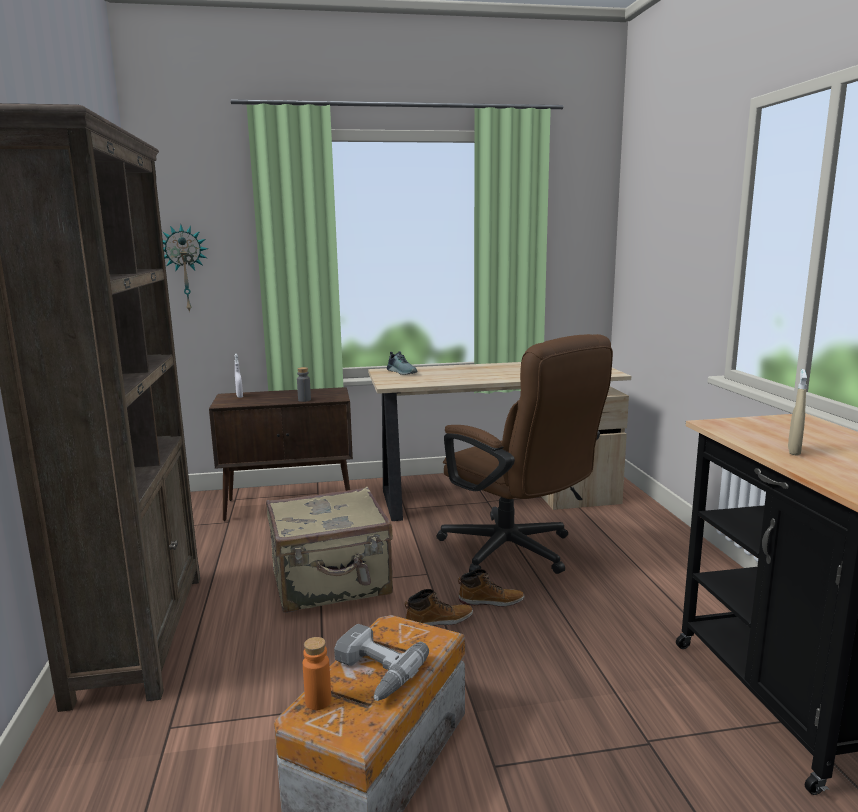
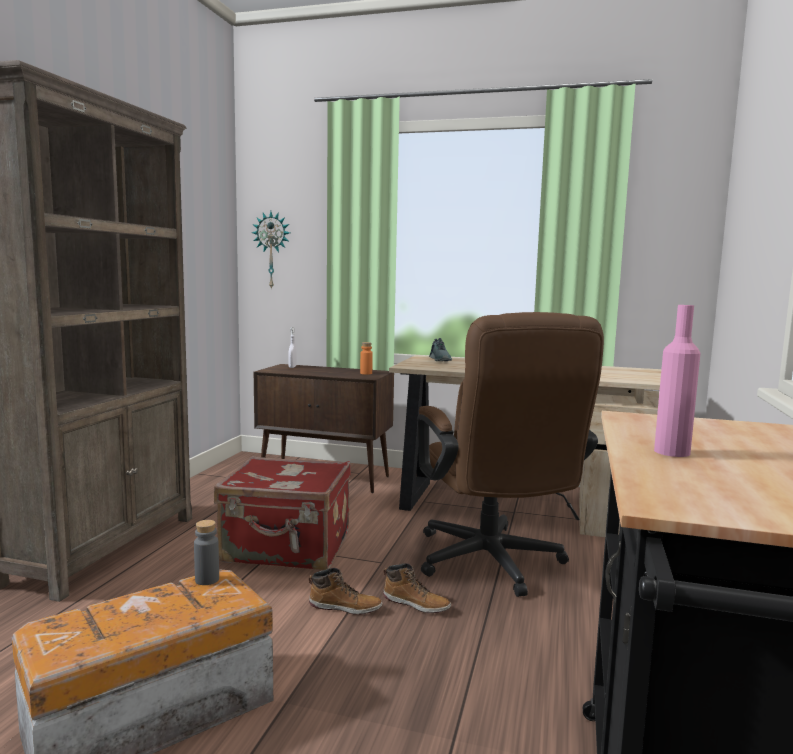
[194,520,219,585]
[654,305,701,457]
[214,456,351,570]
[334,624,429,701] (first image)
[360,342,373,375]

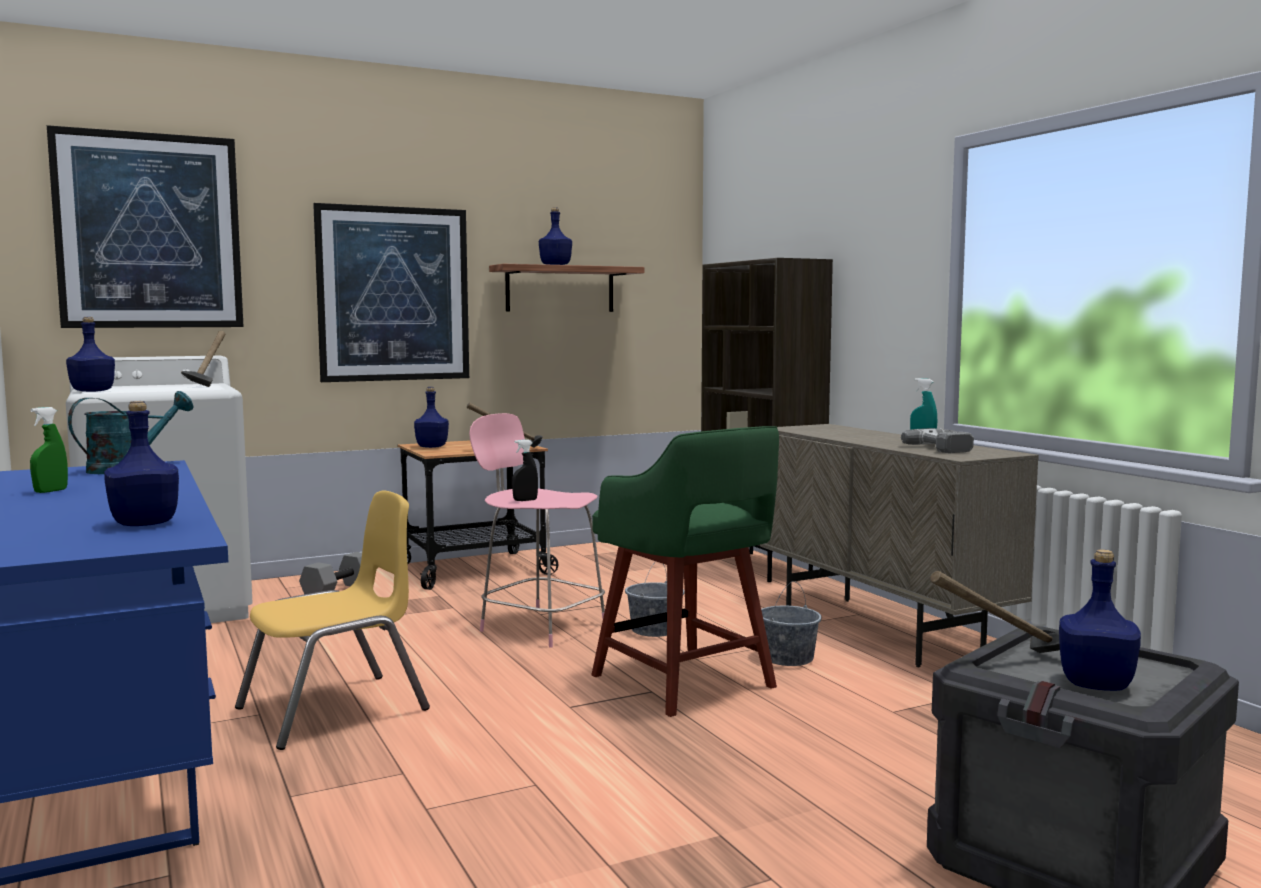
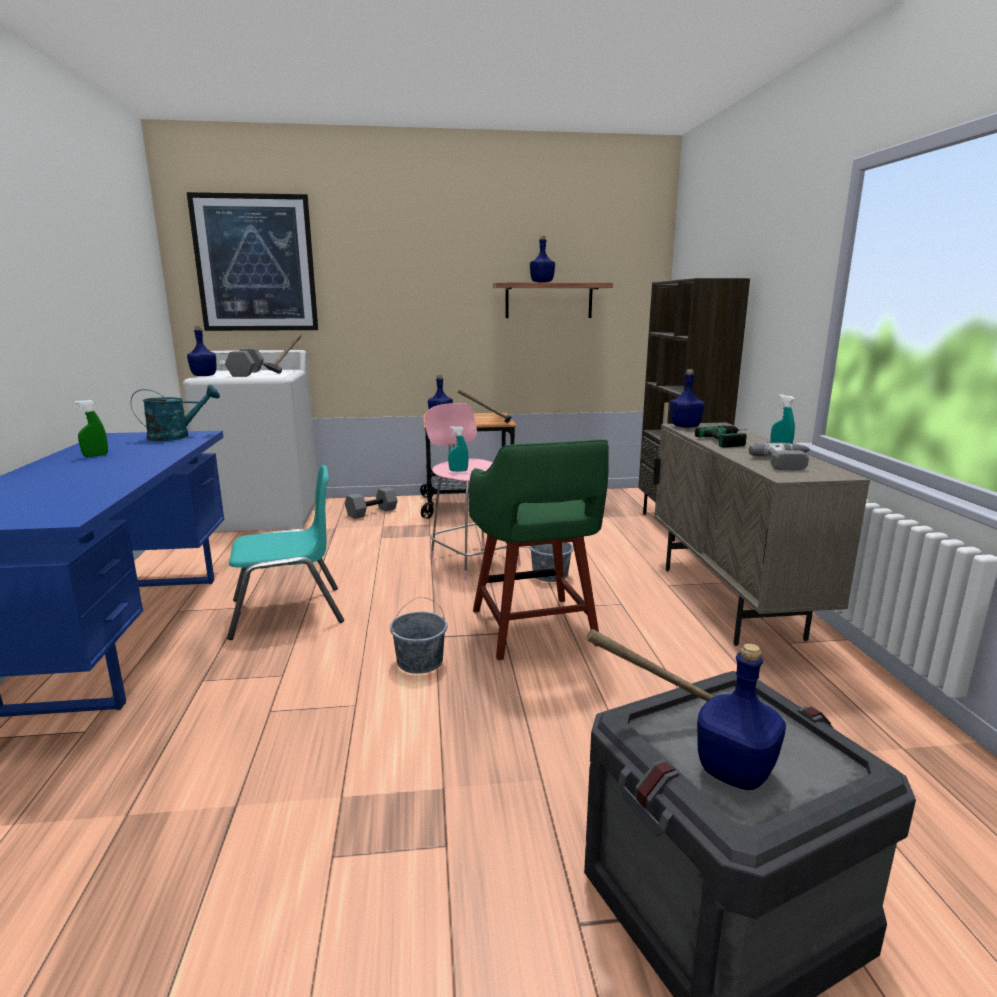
[313,203,469,382] (first image)
[670,369,705,428]
[448,426,469,472]
[227,465,344,640]
[390,597,447,674]
[225,348,264,377]
[695,426,748,448]

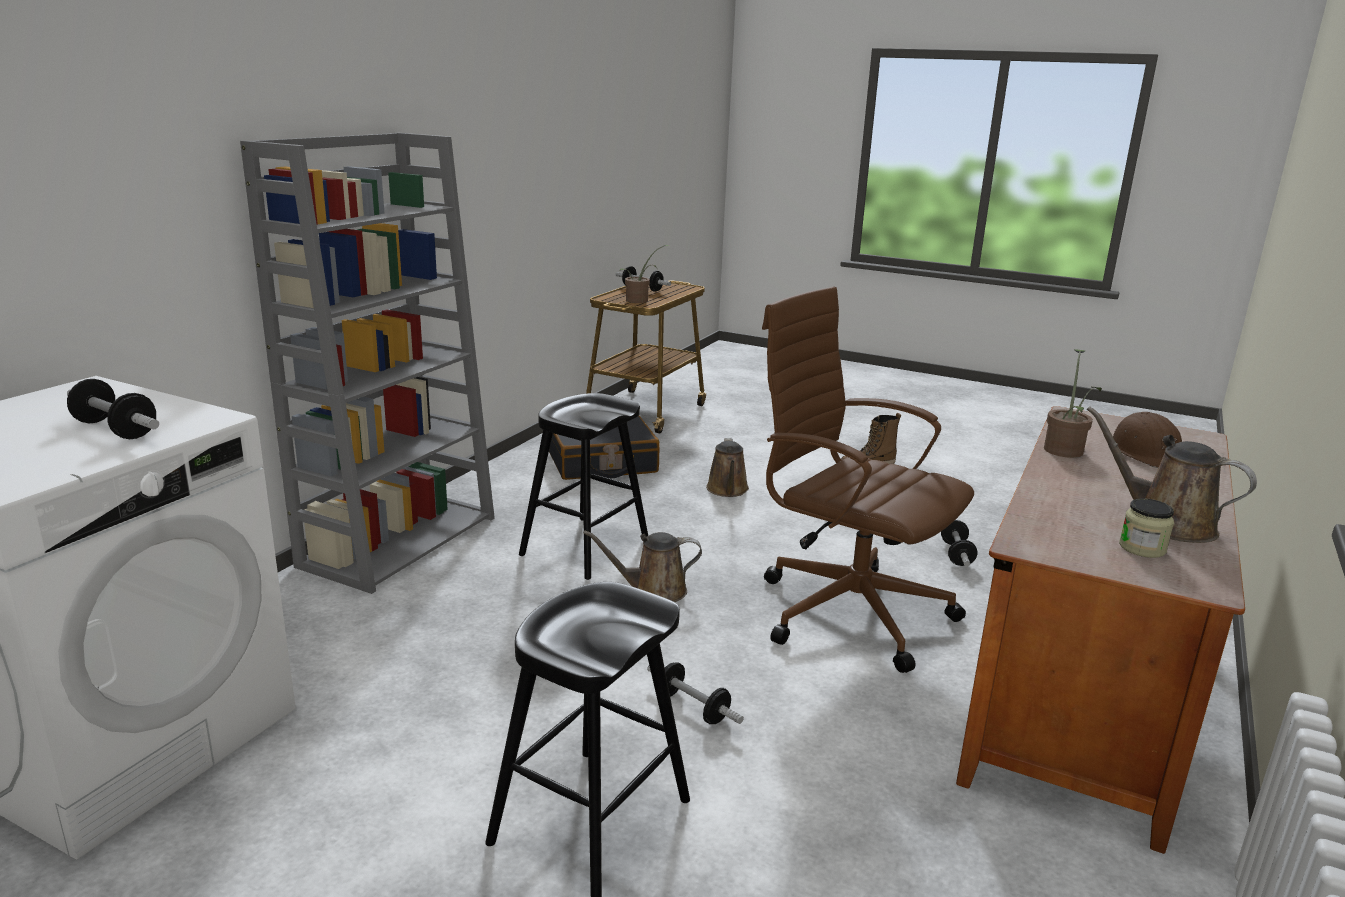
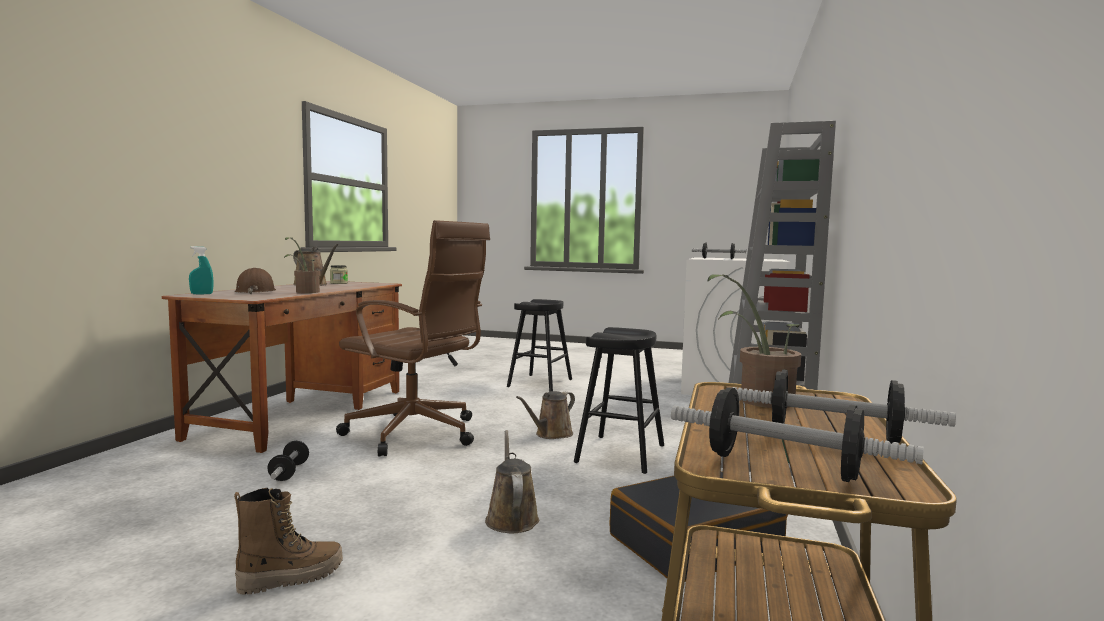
[516,391,575,439]
[671,387,924,482]
[189,246,213,294]

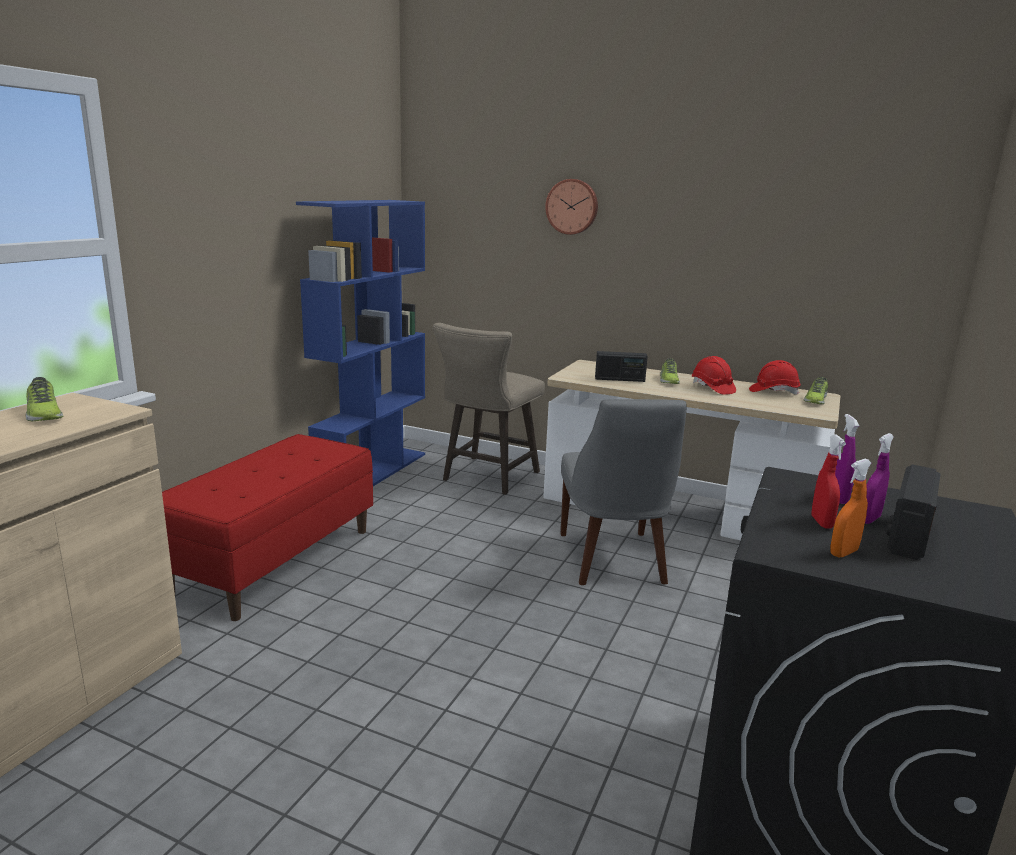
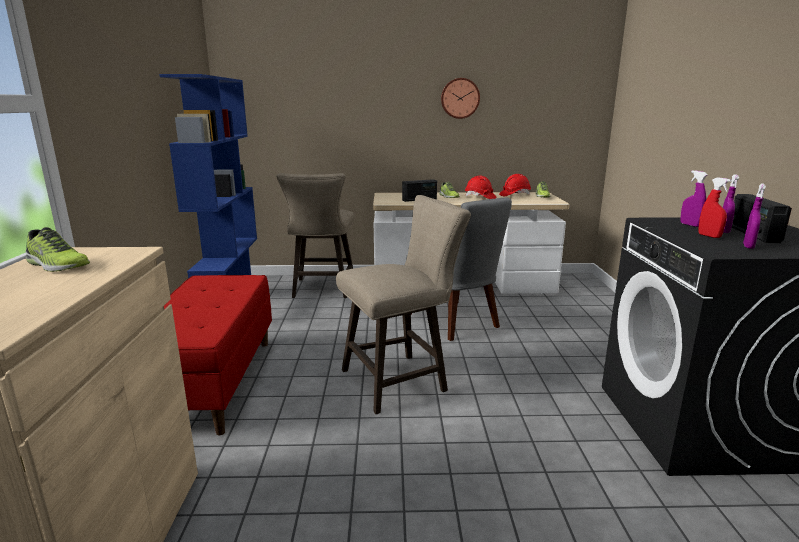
[441,78,480,119]
[743,183,766,249]
[336,195,471,414]

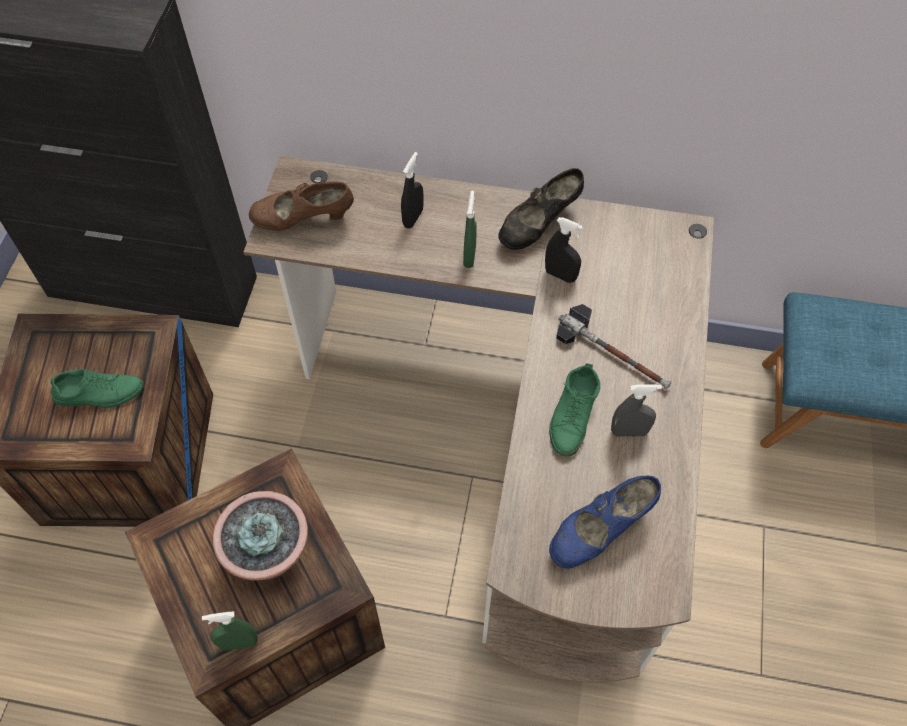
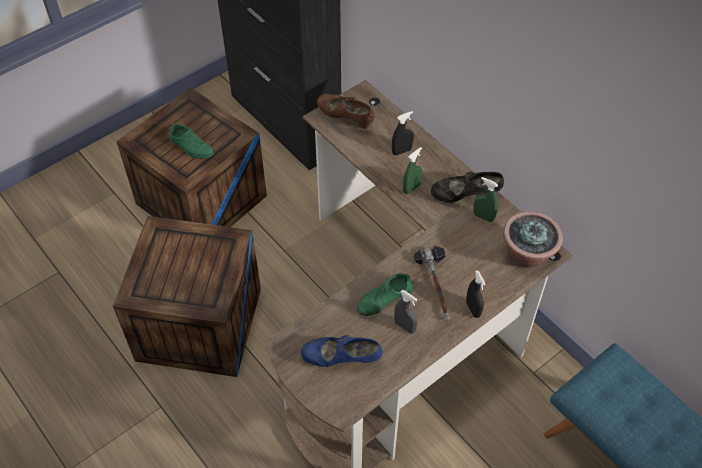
[466,270,486,318]
[503,211,563,268]
[473,177,498,222]

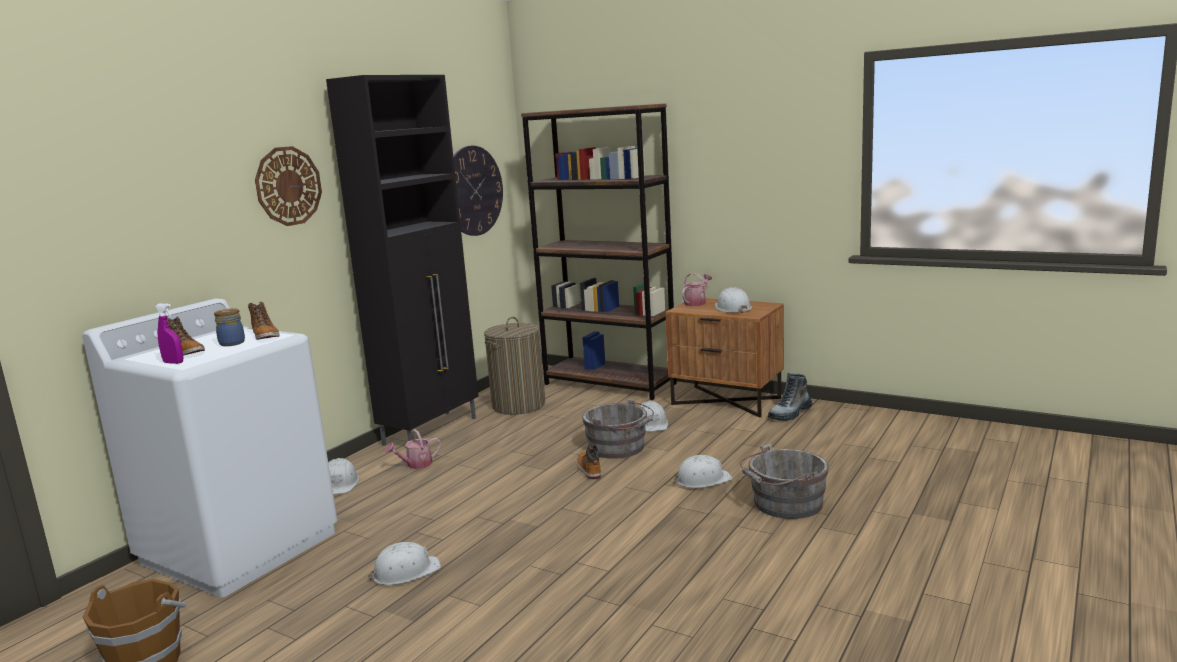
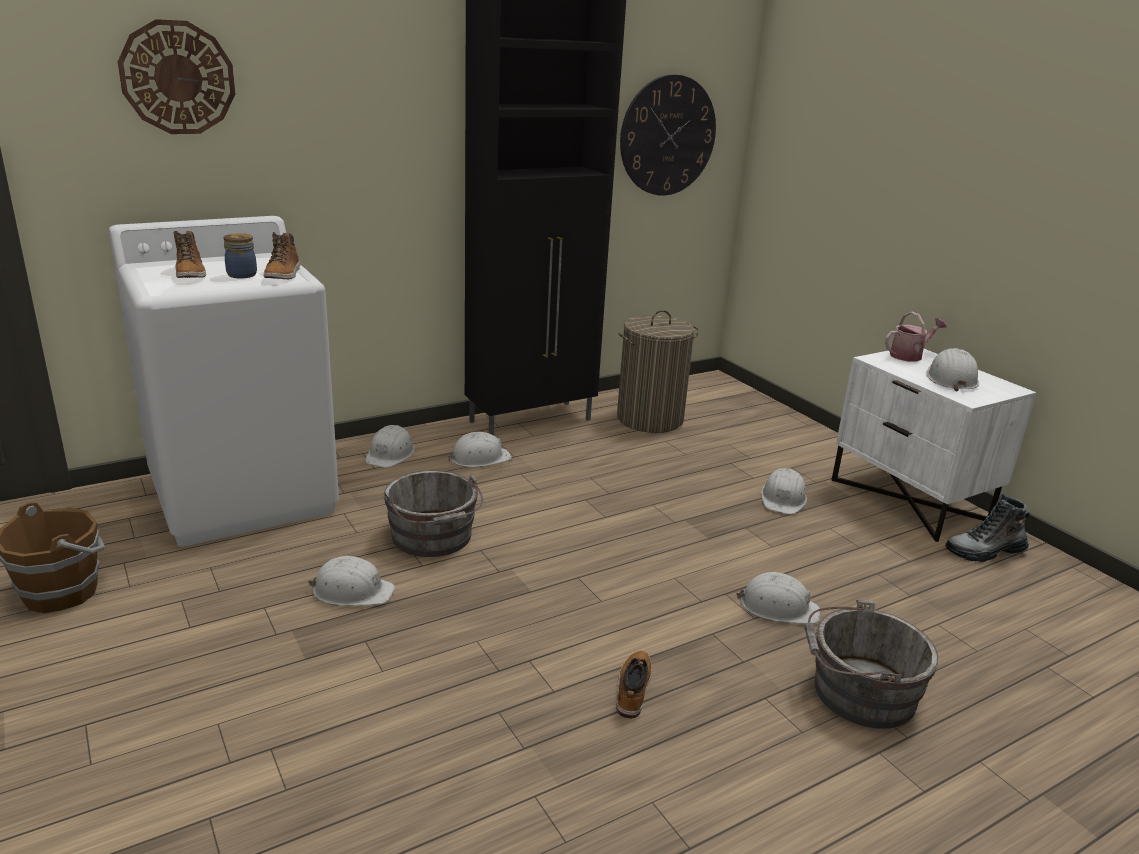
[521,103,677,400] (first image)
[118,19,235,134]
[831,349,1036,542]
[155,303,183,364] (first image)
[384,471,483,557]
[448,432,512,467]
[616,651,651,719]

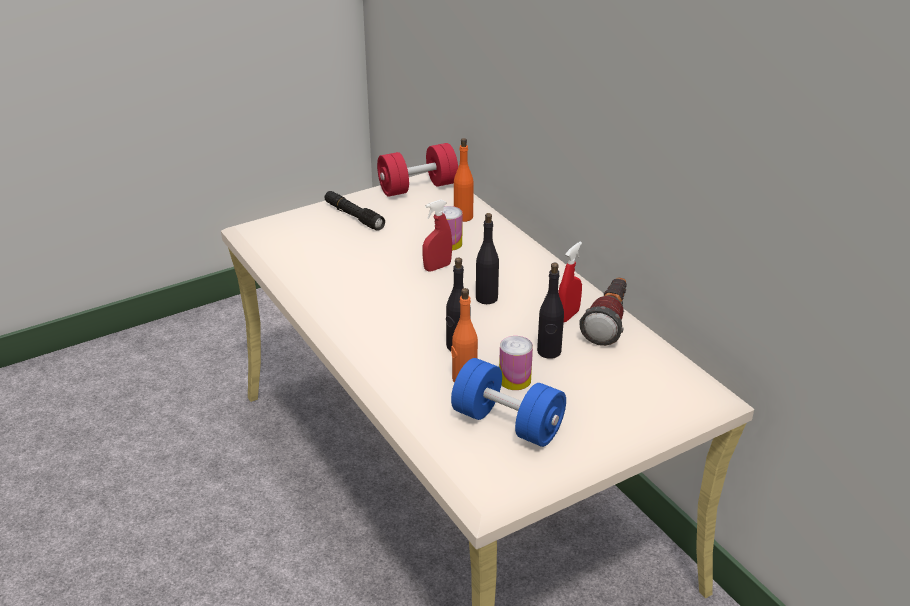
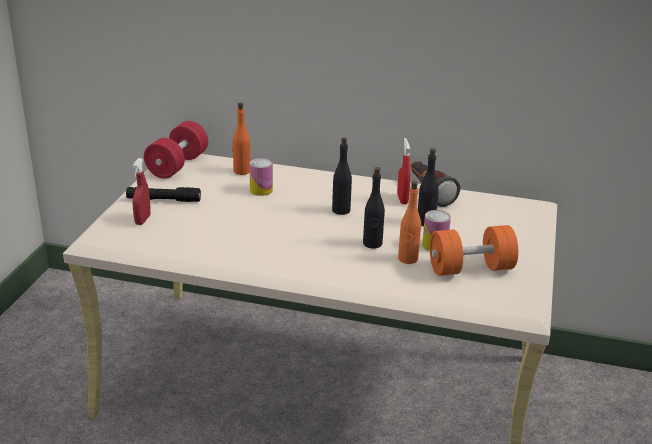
[132,158,151,225]
[430,225,518,276]

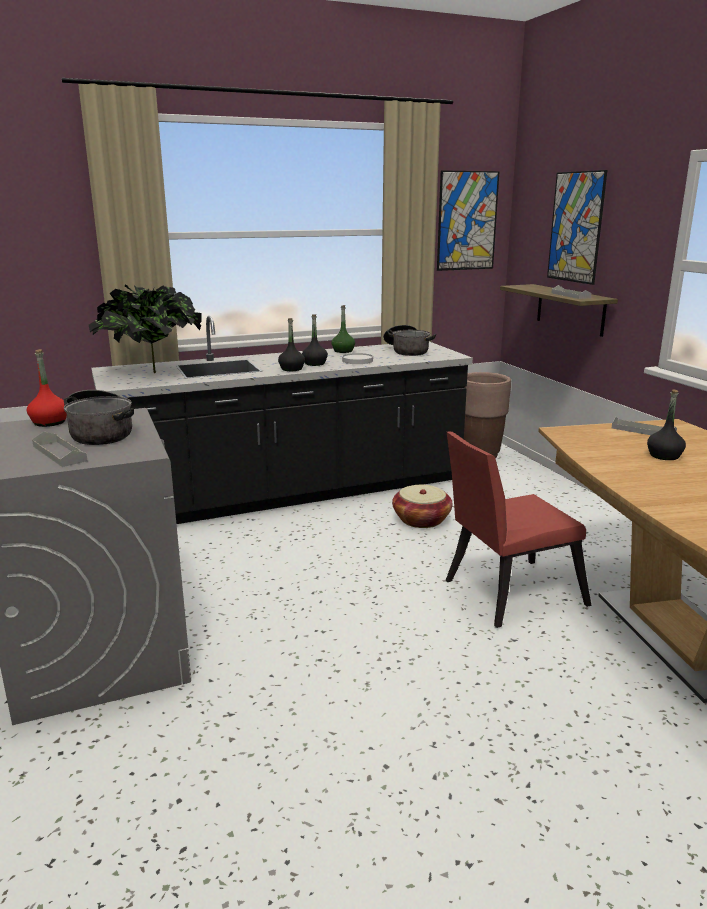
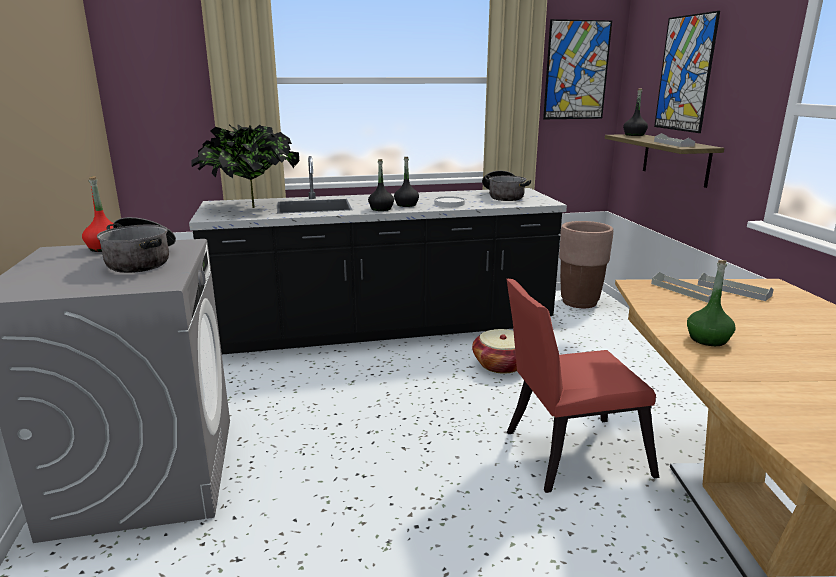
[687,260,736,346]
[623,88,648,136]
[651,272,722,303]

